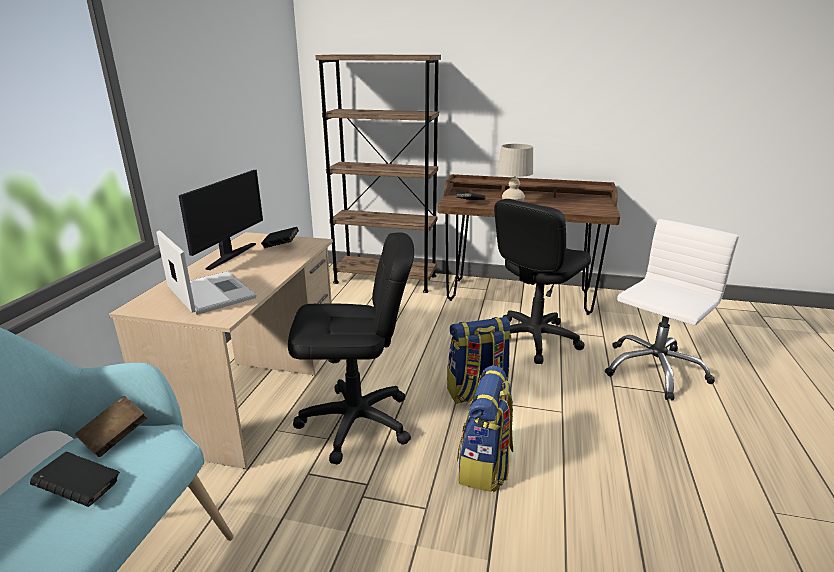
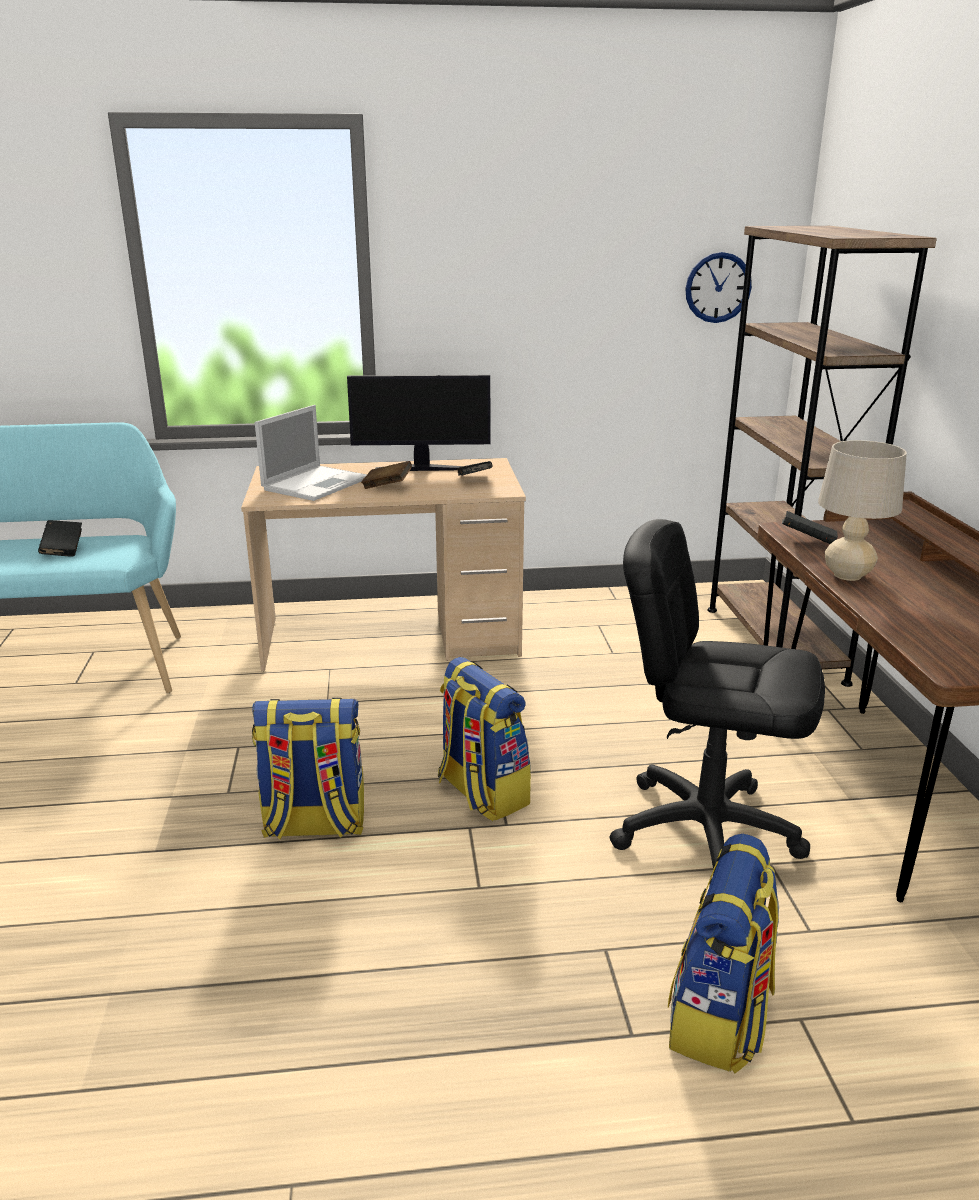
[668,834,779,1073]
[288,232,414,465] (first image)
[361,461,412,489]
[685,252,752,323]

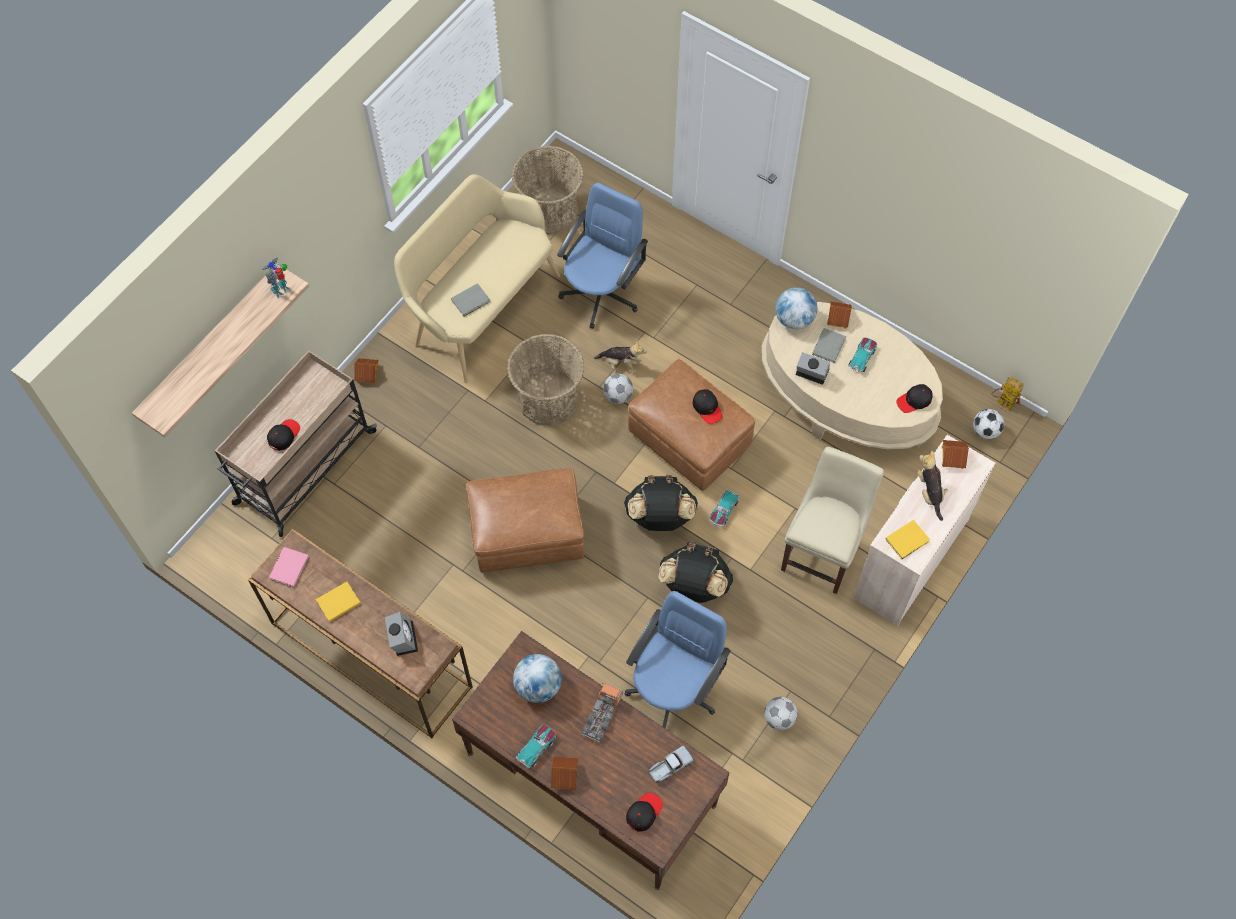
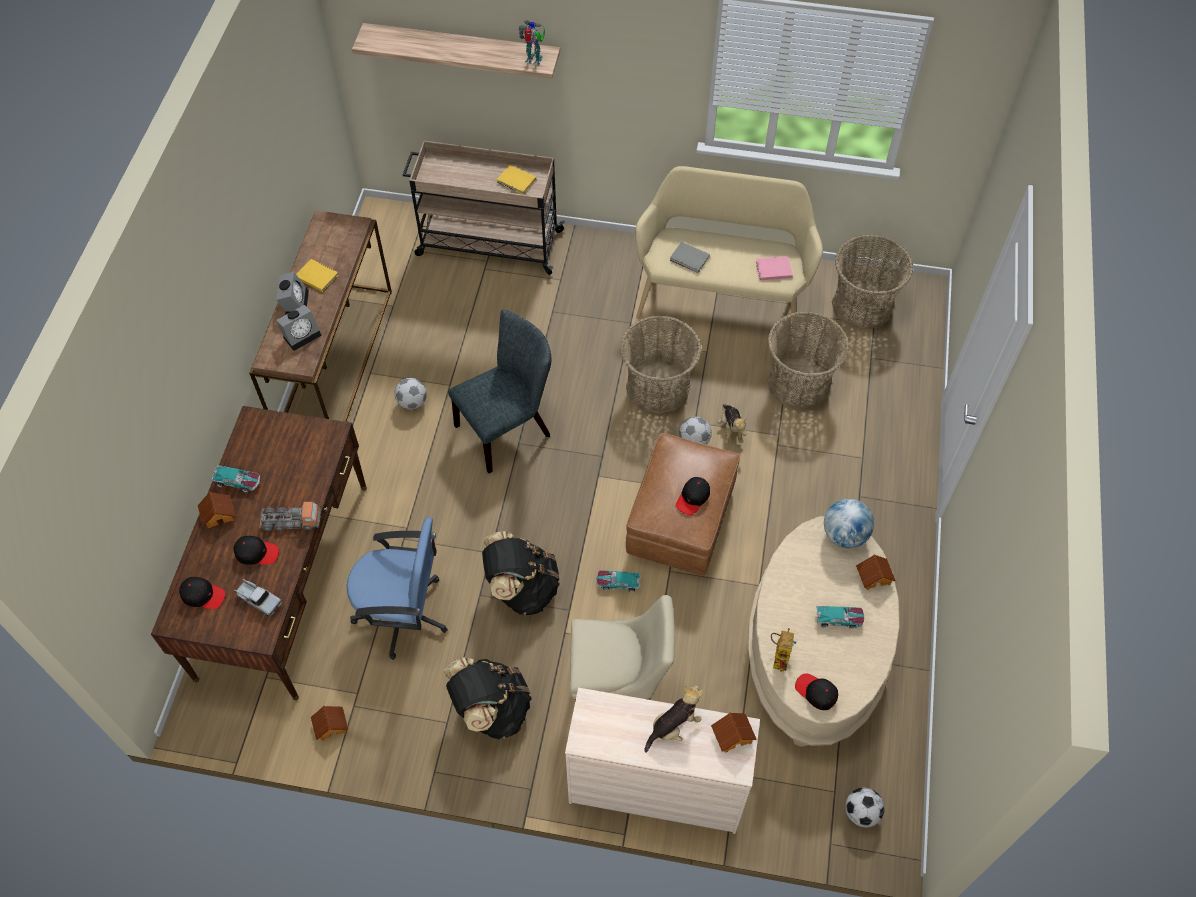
[767,311,849,409]
[812,328,846,363] (first image)
[276,272,309,315]
[311,706,348,741]
[771,628,796,672]
[233,536,279,565]
[448,309,551,473]
[444,657,532,739]
[496,165,536,194]
[756,256,793,280]
[513,654,562,703] (first image)
[394,378,427,410]

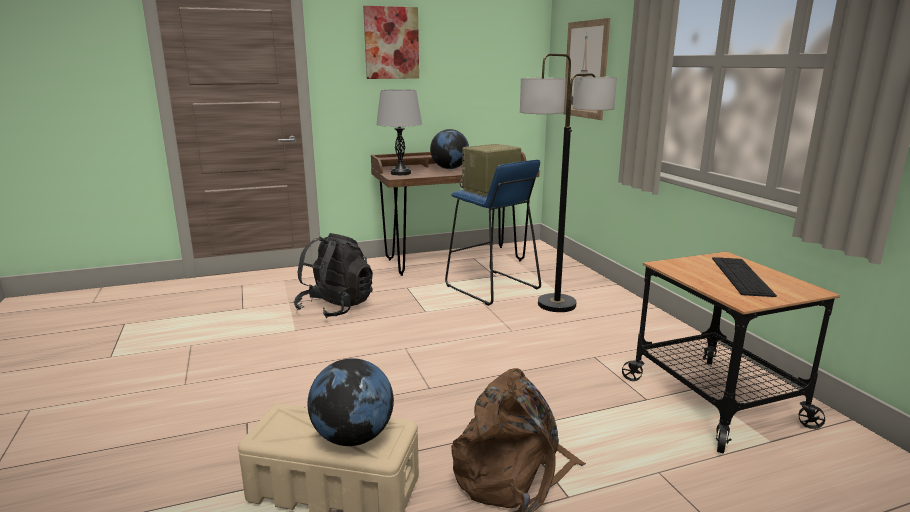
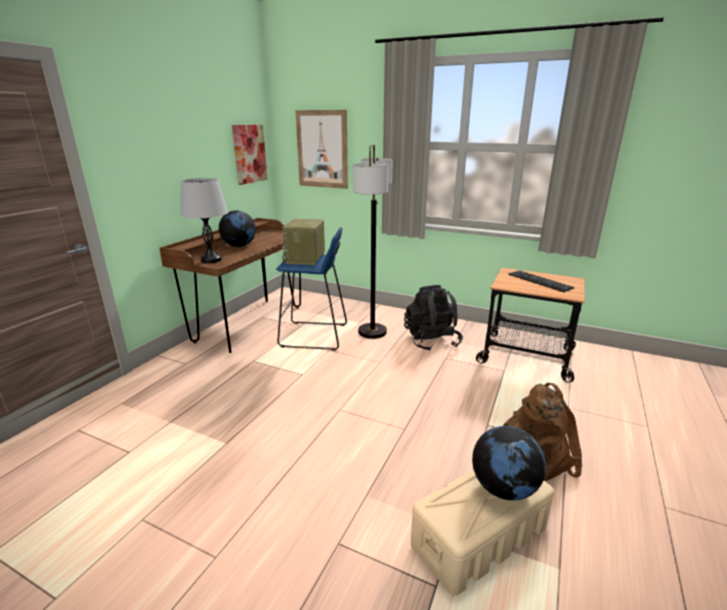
[232,125,268,185]
[404,285,463,351]

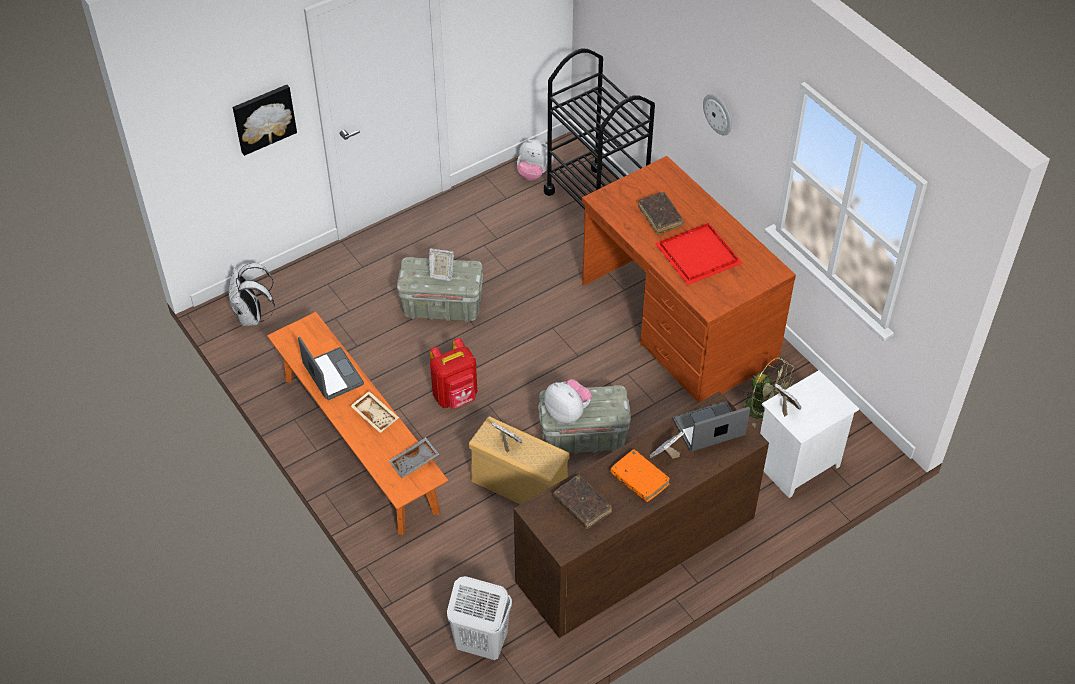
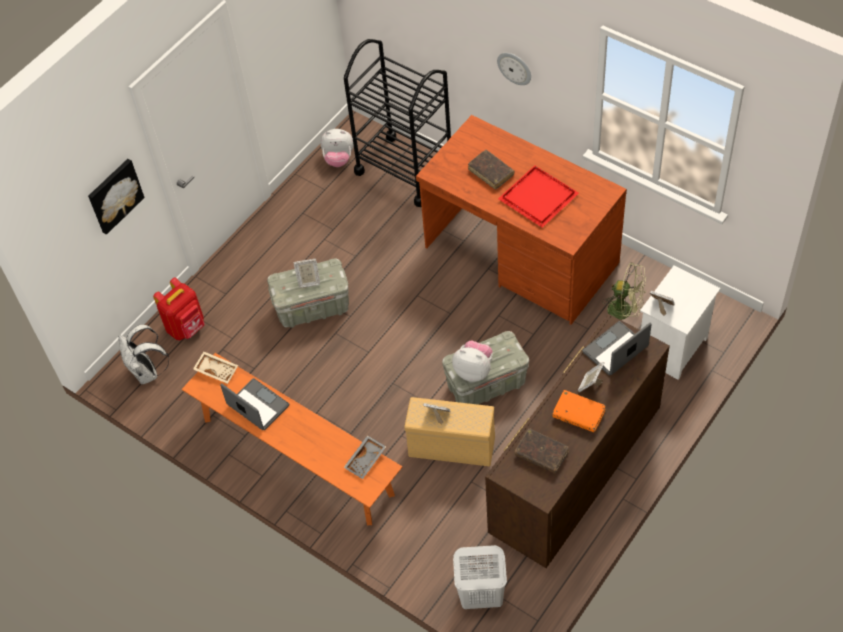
[153,277,204,341]
[193,351,238,384]

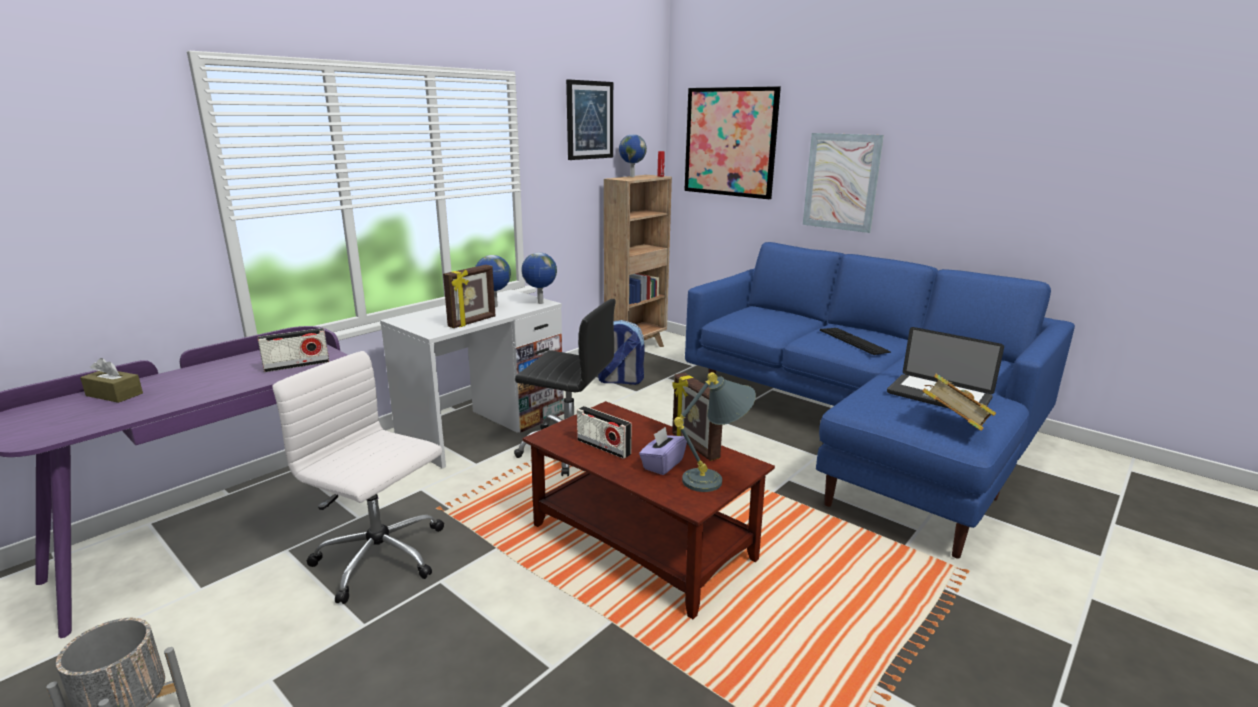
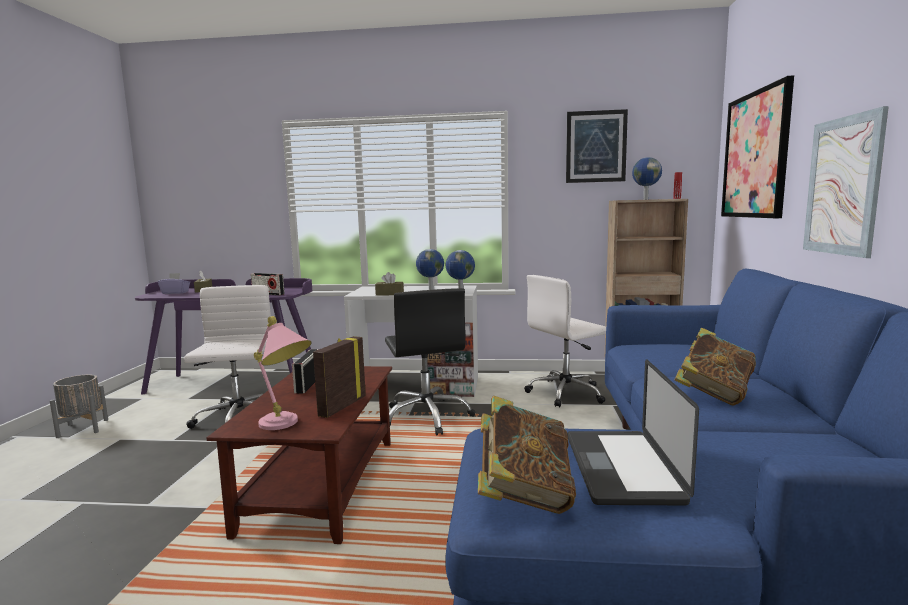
[375,272,404,296]
[524,275,606,407]
[674,328,756,406]
[254,316,312,430]
[158,273,190,294]

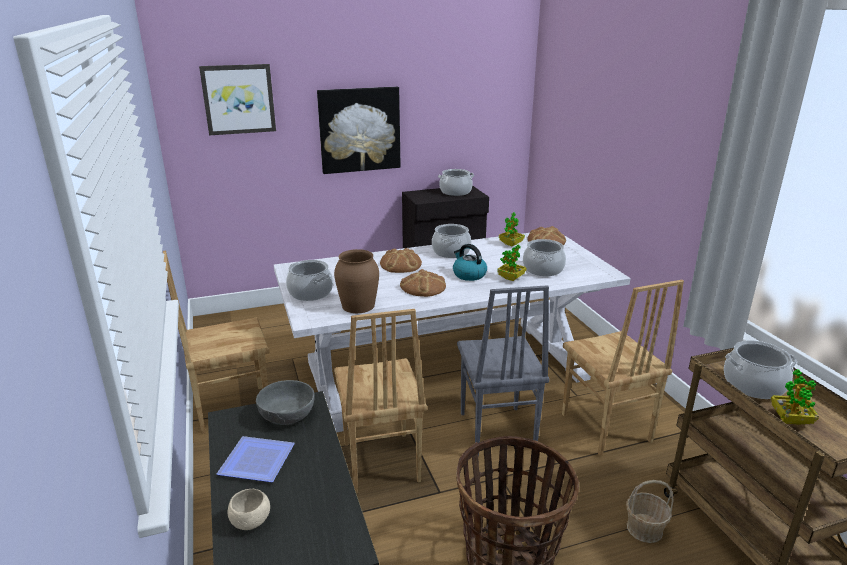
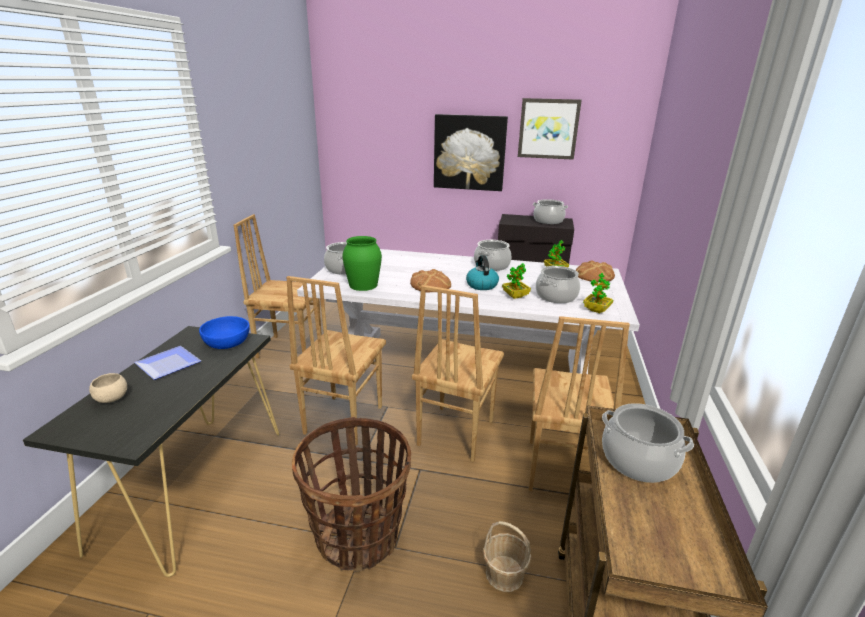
[518,98,582,160]
[380,248,422,273] (first image)
[342,236,382,291]
[412,285,504,462]
[583,273,613,313]
[199,316,250,349]

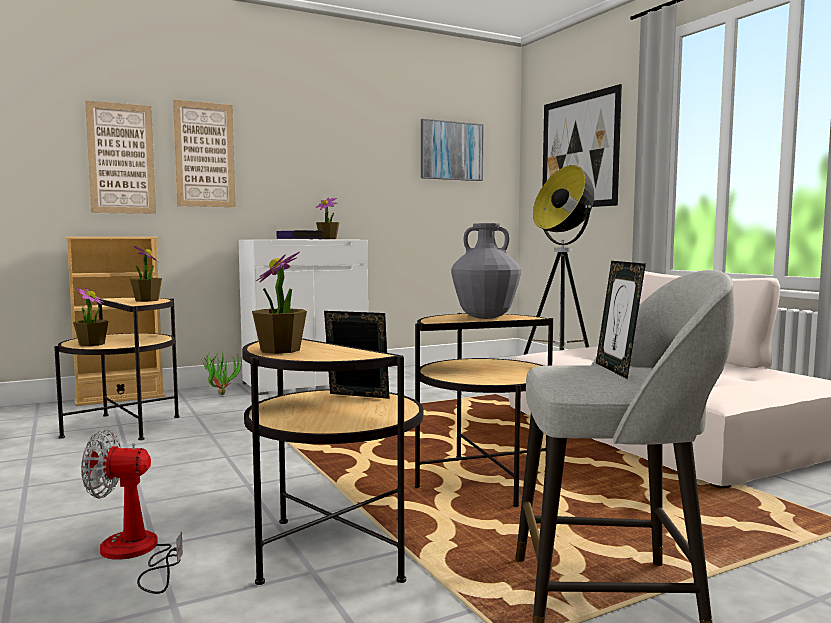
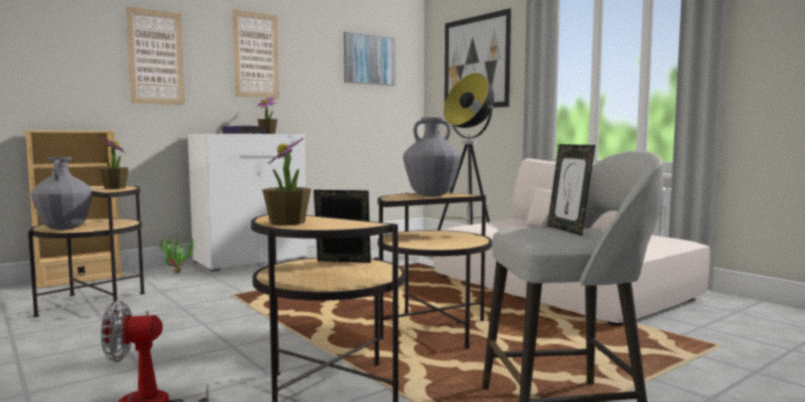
[233,9,279,98]
[31,157,93,230]

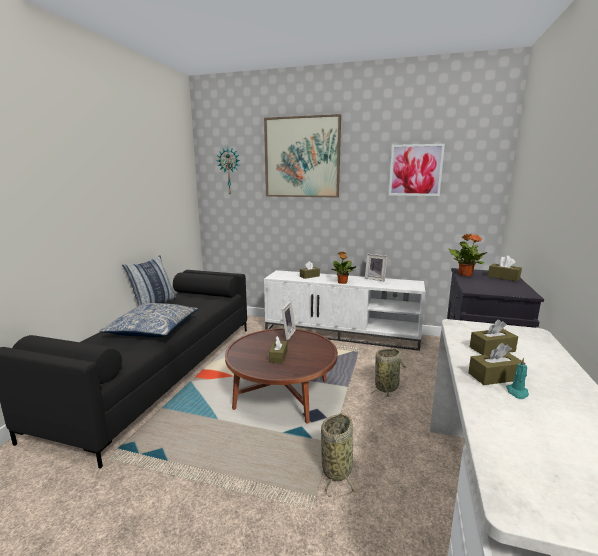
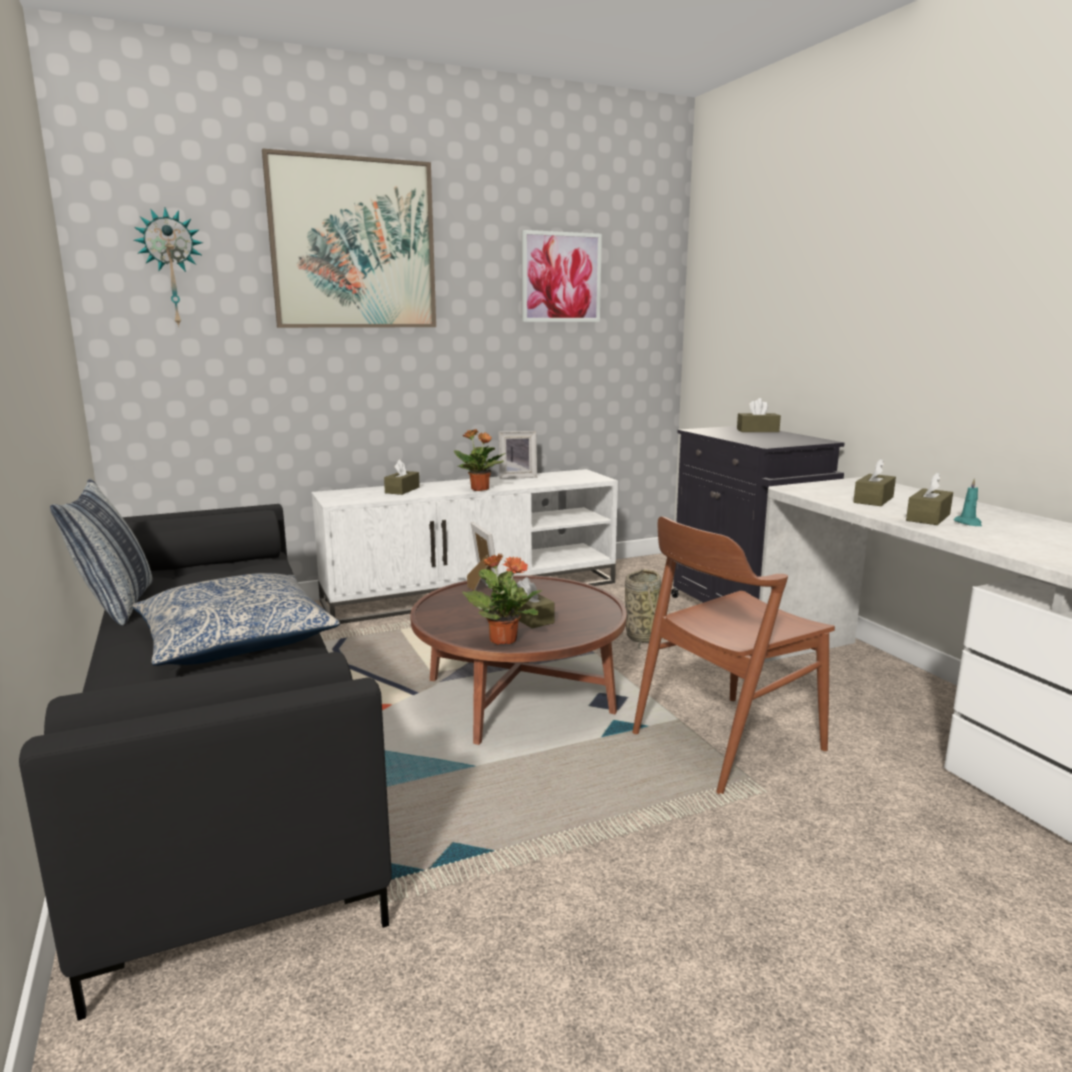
[462,554,543,645]
[632,517,835,794]

